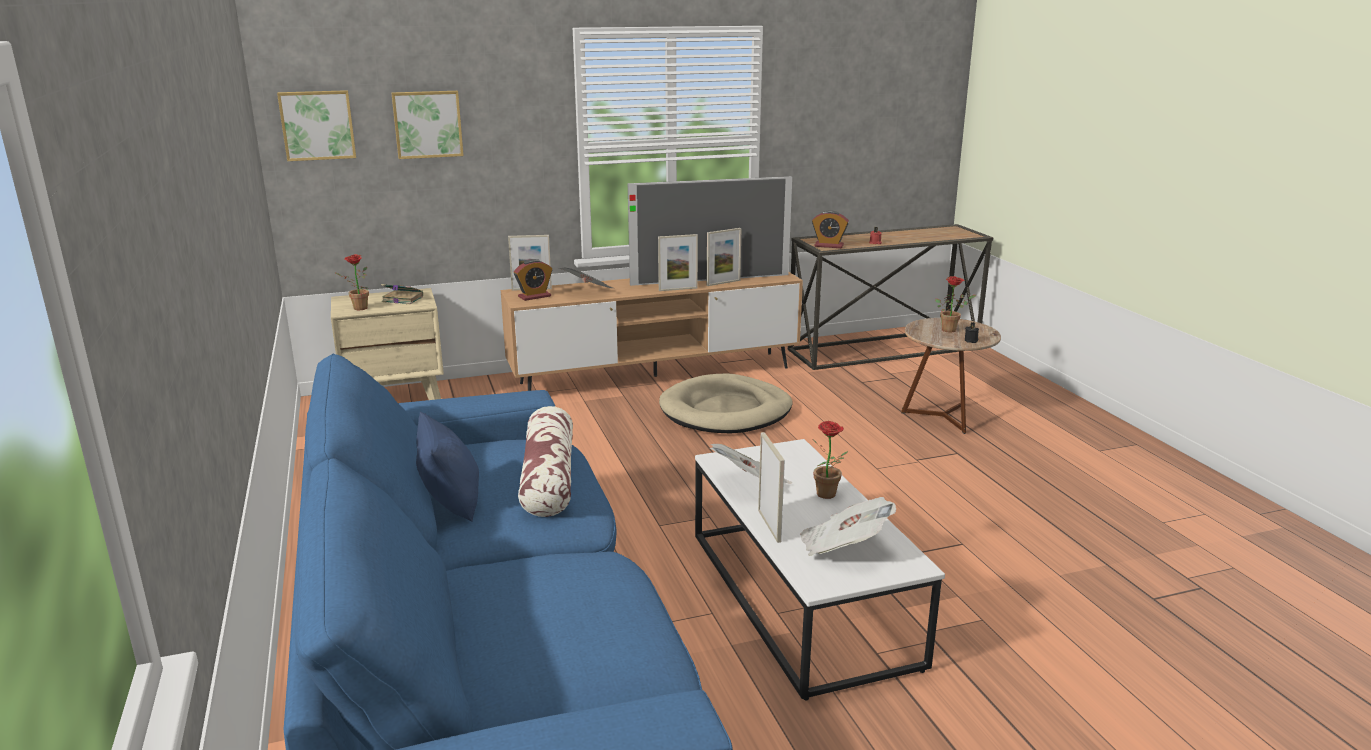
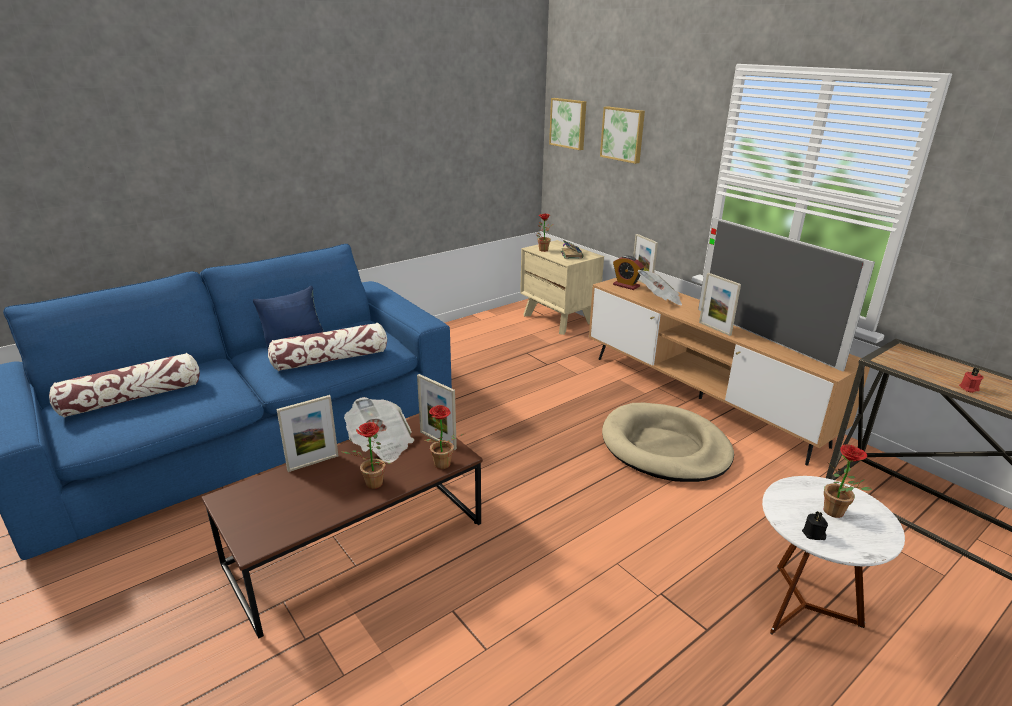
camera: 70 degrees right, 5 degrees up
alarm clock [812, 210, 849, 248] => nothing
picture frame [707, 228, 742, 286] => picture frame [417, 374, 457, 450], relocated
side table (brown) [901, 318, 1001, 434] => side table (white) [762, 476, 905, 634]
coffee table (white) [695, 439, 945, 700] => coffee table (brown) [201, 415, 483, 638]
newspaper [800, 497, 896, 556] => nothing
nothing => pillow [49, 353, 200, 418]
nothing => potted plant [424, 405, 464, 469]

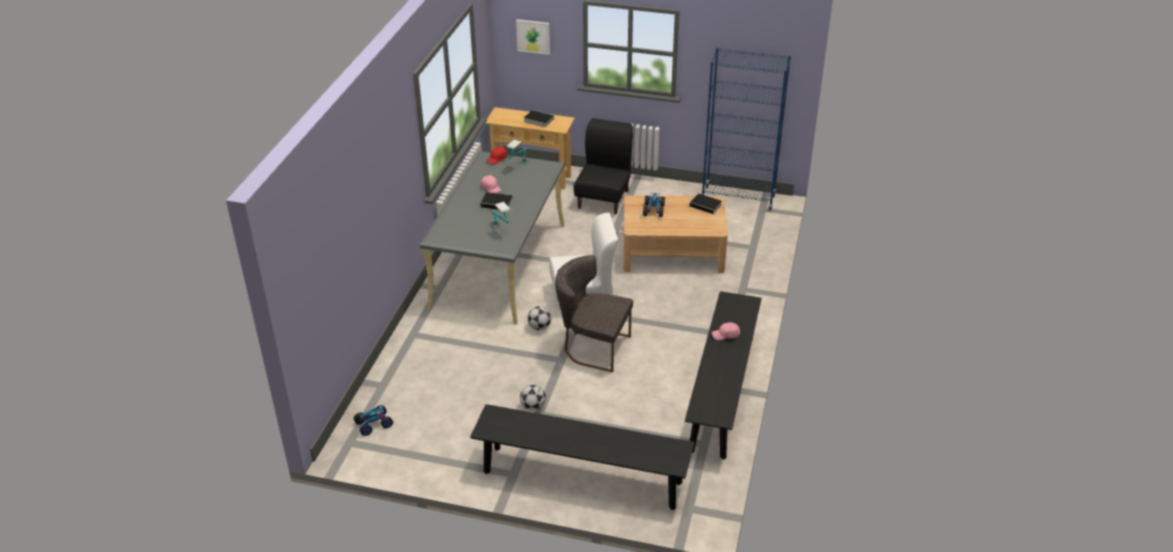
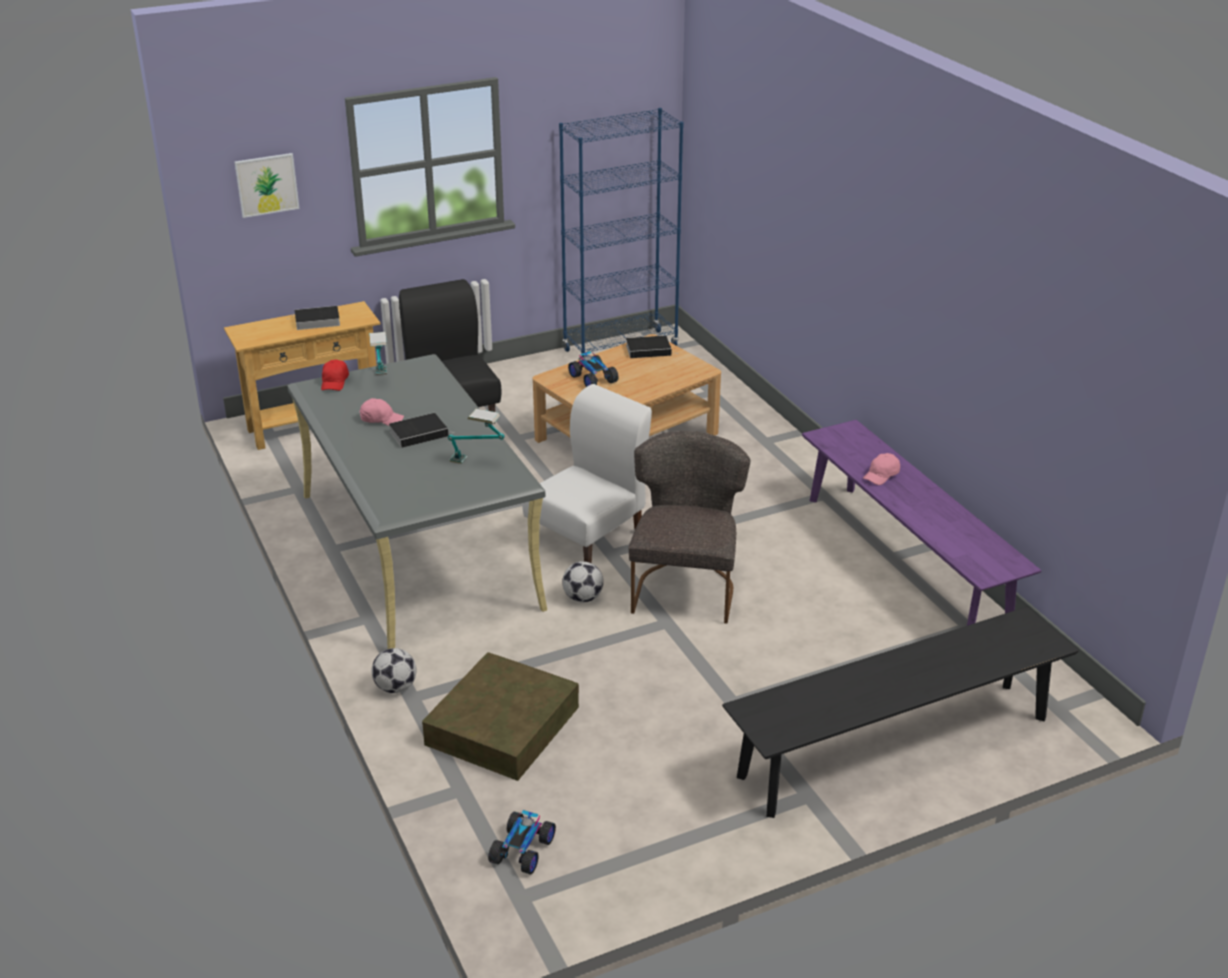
camera: 40 degrees left, 5 degrees down
chair (grey) [555, 255, 633, 372] => chair (grey) [629, 431, 750, 624], 120 degrees clockwise
bench (black) [685, 291, 762, 460] => bench (purple) [802, 420, 1042, 626]
football [520, 385, 546, 411] => football [371, 648, 417, 693], relocated
nothing => storage box (brown) [422, 652, 579, 781]

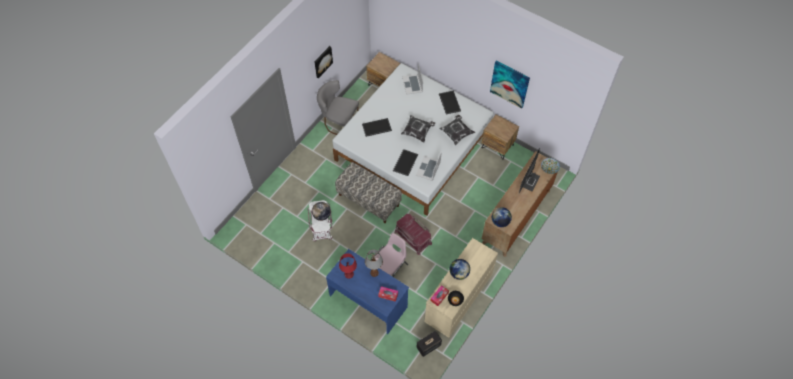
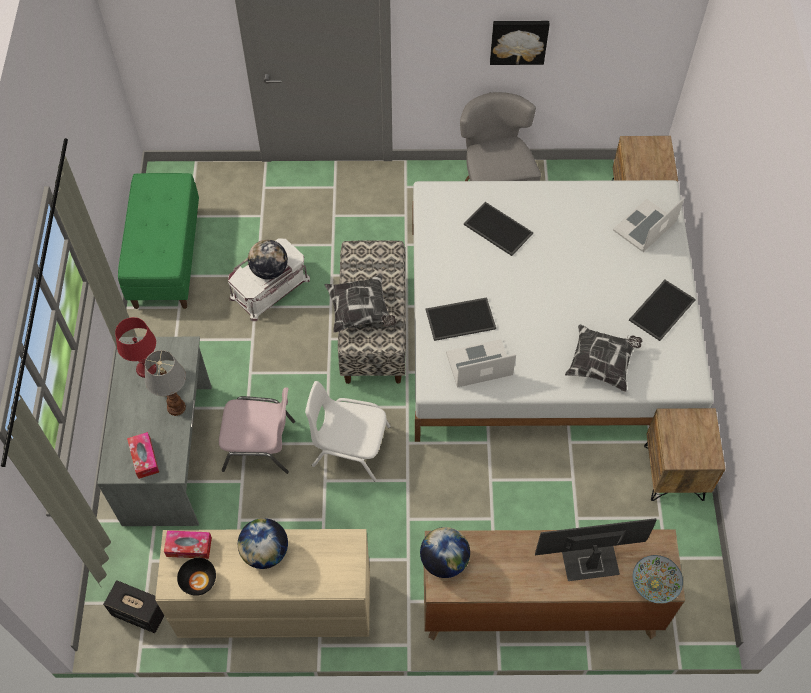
camera: 55 degrees right, 0 degrees up
picture [490, 61, 530, 109] => nothing
pillow [401, 115, 435, 143] => pillow [325, 274, 396, 333], relocated
storage box (red) [395, 214, 432, 255] => chair (white) [305, 381, 391, 482]
desk (blue) [326, 249, 409, 334] => desk (grey) [97, 337, 212, 526]
nothing => bench (green) [118, 173, 199, 309]

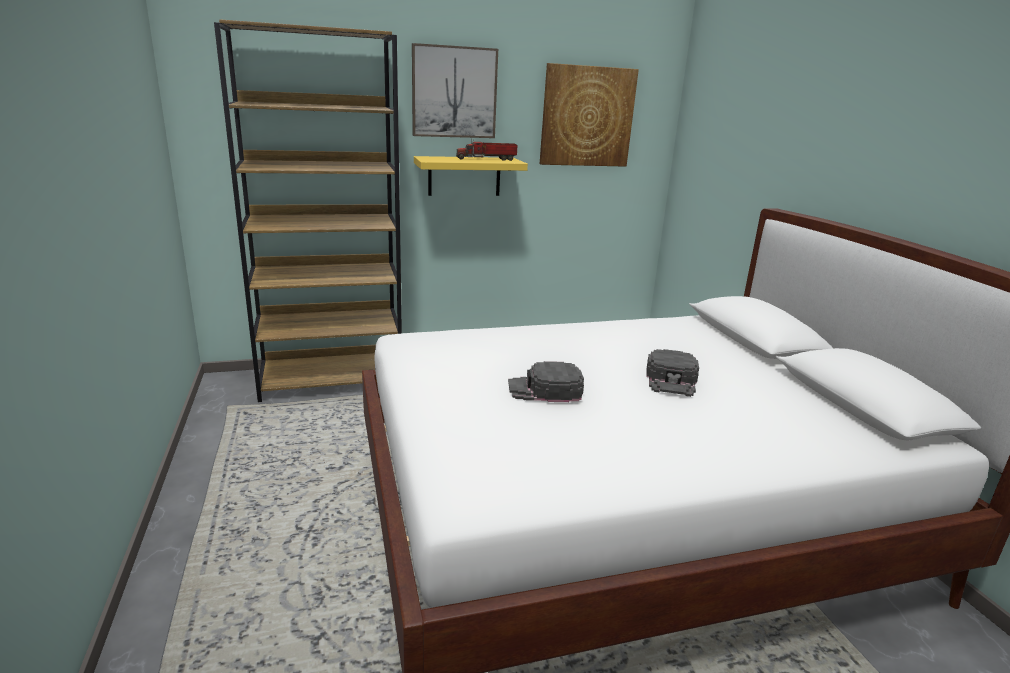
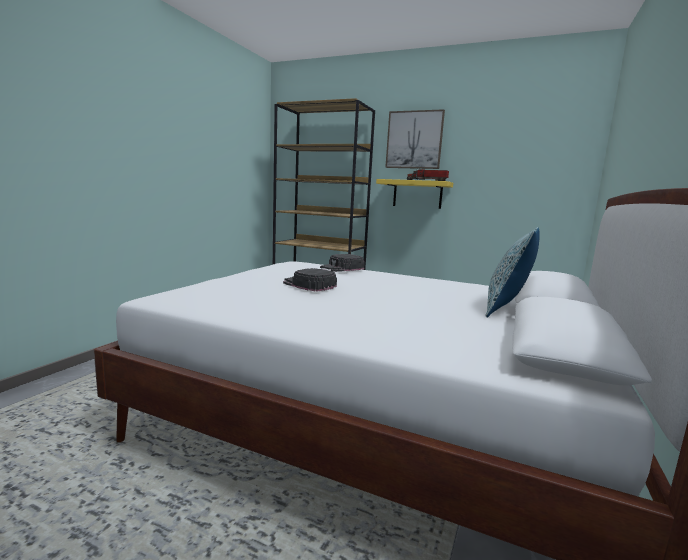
camera: 40 degrees right, 10 degrees down
picture [540, 63, 639, 167] => nothing
cap (black) [646, 349, 699, 397] => cap (black) [320, 254, 365, 272], relocated
nothing => pillow [485, 227, 540, 318]

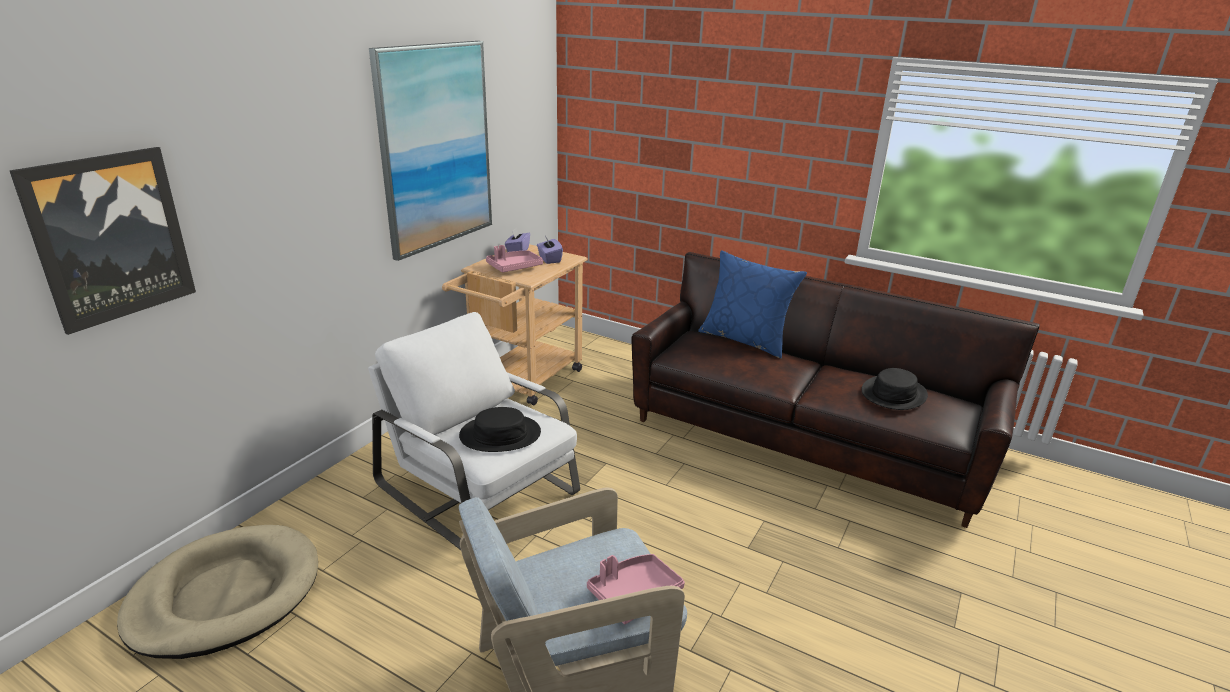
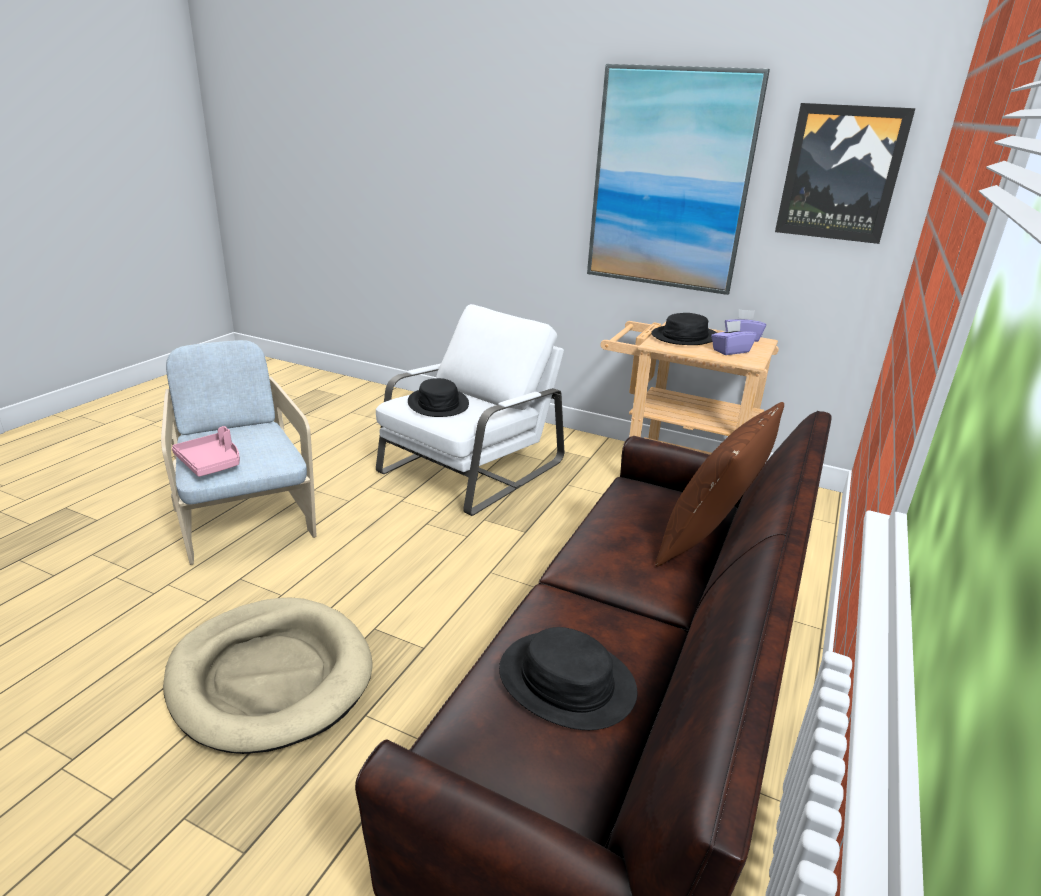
camera: 85 degrees right, 0 degrees up
picture [10, 147, 196, 335] => picture [775, 103, 916, 244], relocated
tray (pink) [486, 245, 543, 272] => hat (black) [651, 313, 717, 345]
pillow (blue) [698, 250, 807, 359] => pillow (brown) [655, 402, 784, 566]
dog bed (beige) [117, 525, 318, 659] => dog bed (beige) [163, 597, 373, 754], relocated

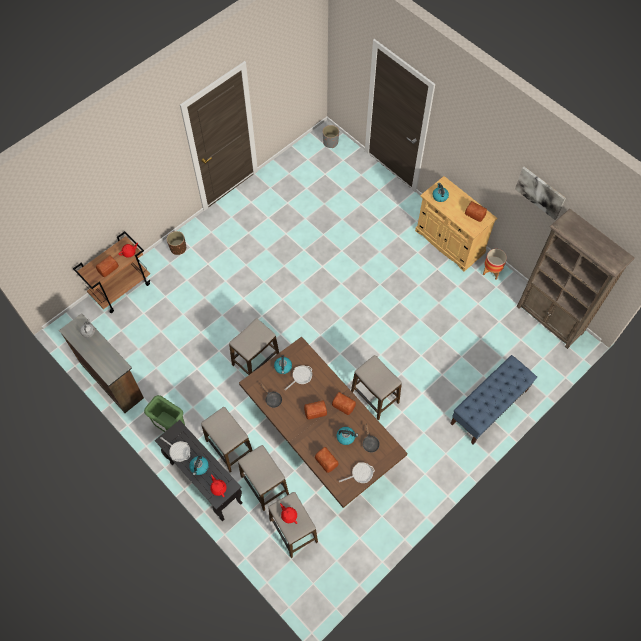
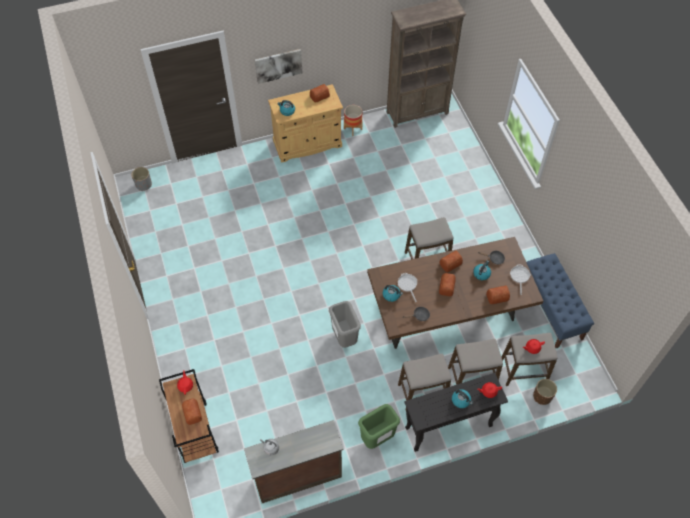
camera: 65 degrees left, 5 degrees down
picture [515, 167, 566, 220] => picture [255, 49, 303, 84], relocated
planter (brown) [167, 231, 186, 255] => planter (brown) [533, 379, 557, 405], relocated
stool [229, 318, 279, 375] => trash can (grey) [329, 301, 361, 348]
bench (blue) [450, 355, 537, 445] => bench (blue) [526, 253, 594, 348], relocated
frying pan [161, 437, 190, 462] => nothing

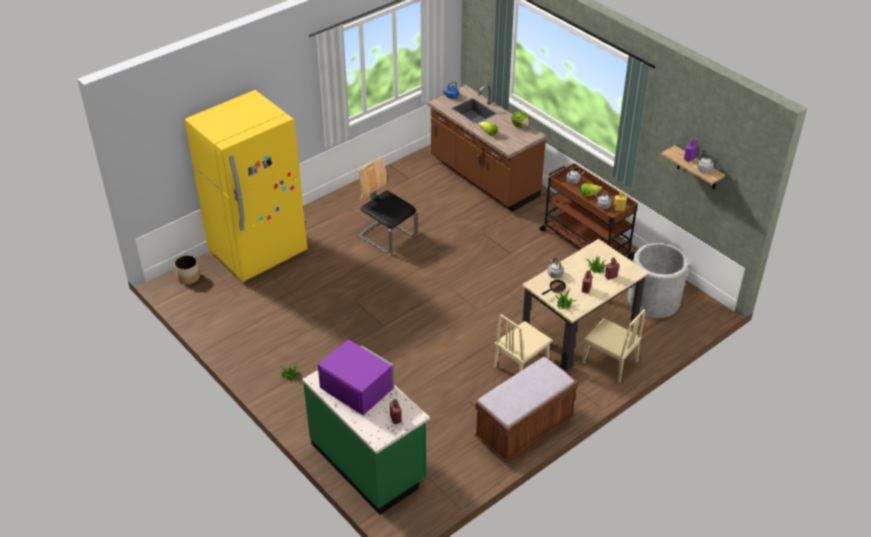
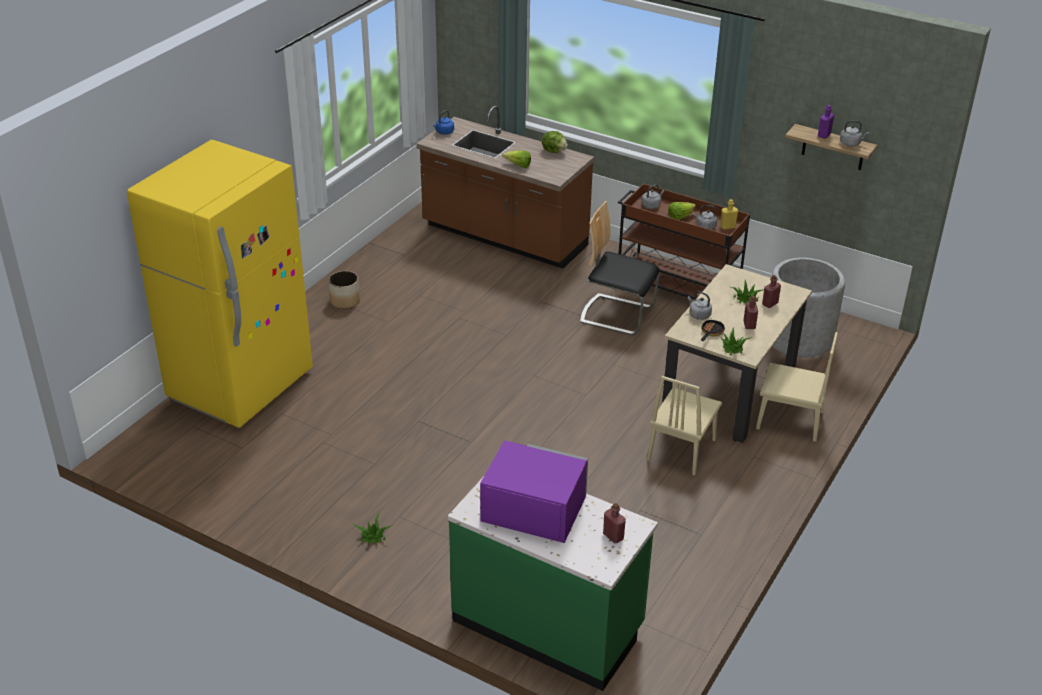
camera: 20 degrees left, 5 degrees down
chair [358, 156, 417, 254] => chair [580, 201, 660, 335], relocated
planter [174, 255, 200, 284] => planter [328, 271, 360, 309], relocated
bench (brown) [474, 357, 578, 463] => nothing

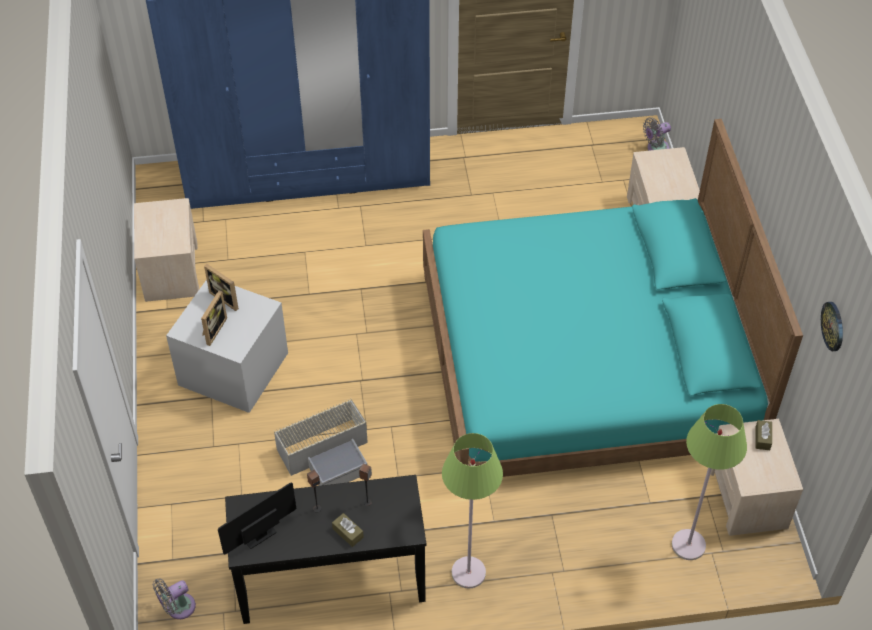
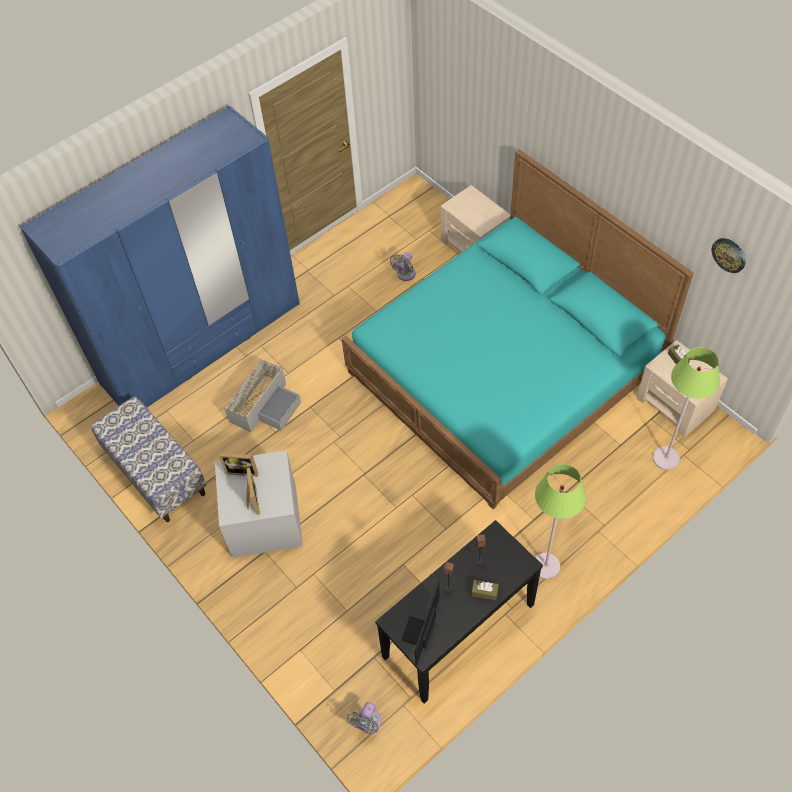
camera: 30 degrees left, 5 degrees up
fan (grey) [643, 117, 671, 151] => fan (grey) [390, 252, 416, 281], relocated
nightstand (beige) [134, 198, 199, 302] => bench [91, 396, 207, 522]
storage box (grey) [274, 399, 368, 486] => storage box (grey) [224, 359, 301, 432], relocated

